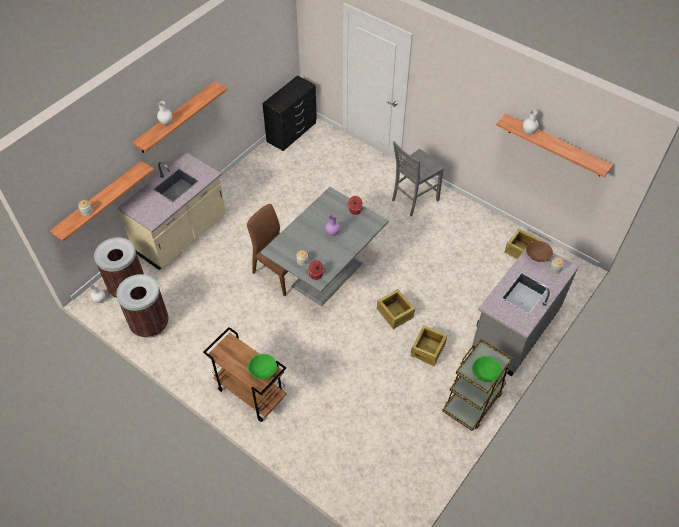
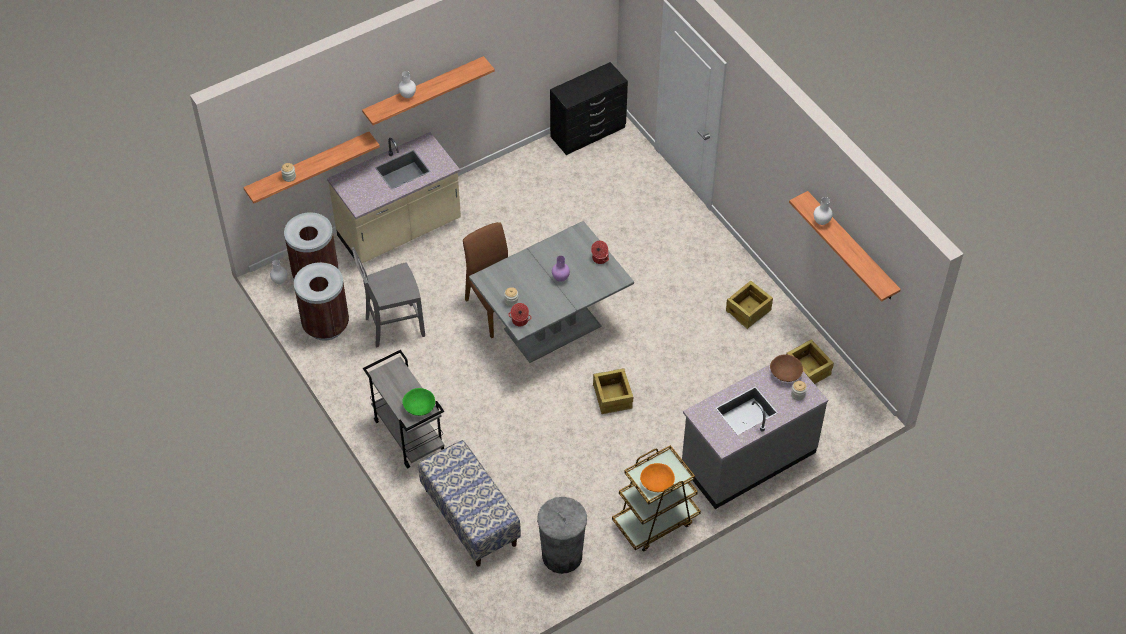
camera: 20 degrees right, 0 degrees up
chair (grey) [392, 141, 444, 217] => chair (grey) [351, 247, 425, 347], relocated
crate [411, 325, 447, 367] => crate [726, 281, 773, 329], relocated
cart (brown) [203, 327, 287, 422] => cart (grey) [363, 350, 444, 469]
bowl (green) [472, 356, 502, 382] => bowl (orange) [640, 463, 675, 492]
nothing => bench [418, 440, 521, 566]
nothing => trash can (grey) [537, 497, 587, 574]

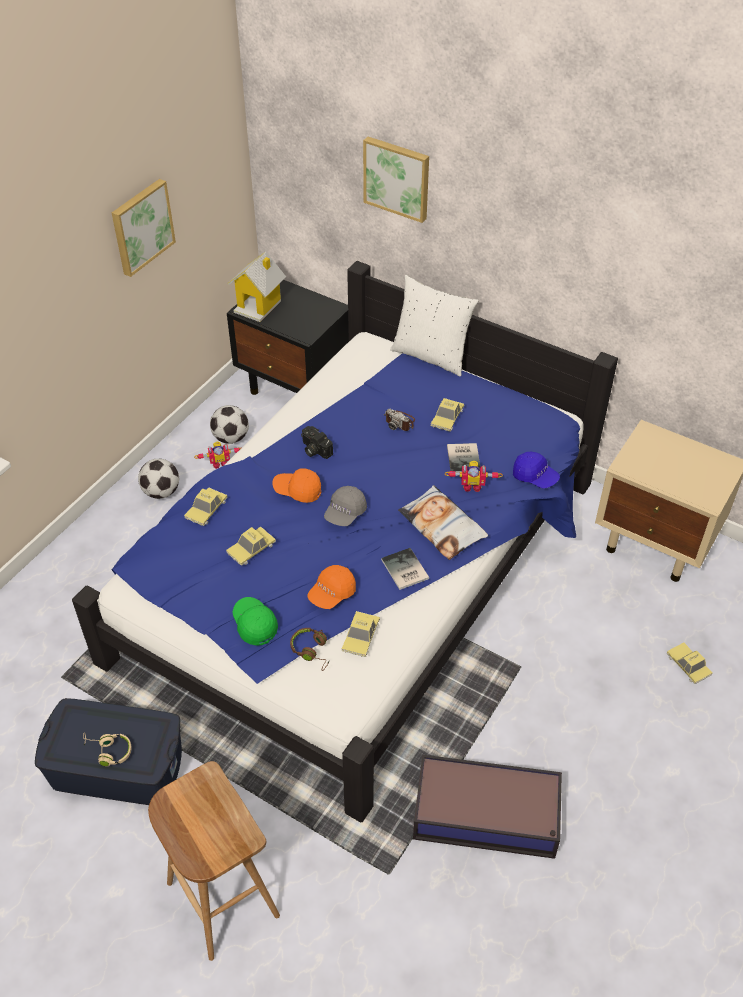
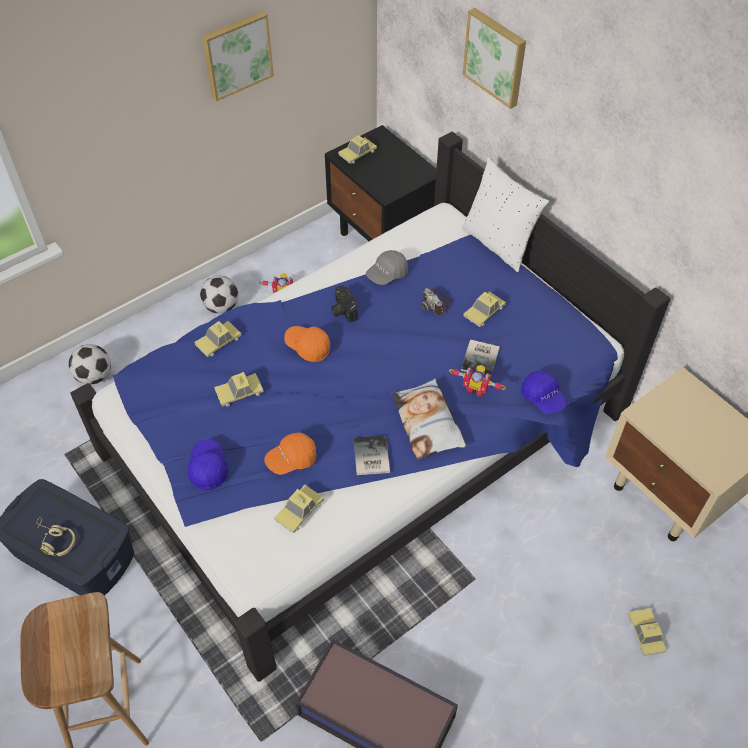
camera: 20 degrees right, 5 degrees up
toy house [228, 252, 286, 322] => toy car [338, 135, 377, 164]
football [210, 405, 249, 444] => football [69, 344, 111, 385], relocated
cap (grey) [324, 486, 367, 526] => cap (grey) [366, 250, 408, 285], relocated
cap (green) [233, 597, 278, 646] => cap (blue) [188, 439, 228, 490]
headphones (brown) [290, 628, 330, 671] => nothing

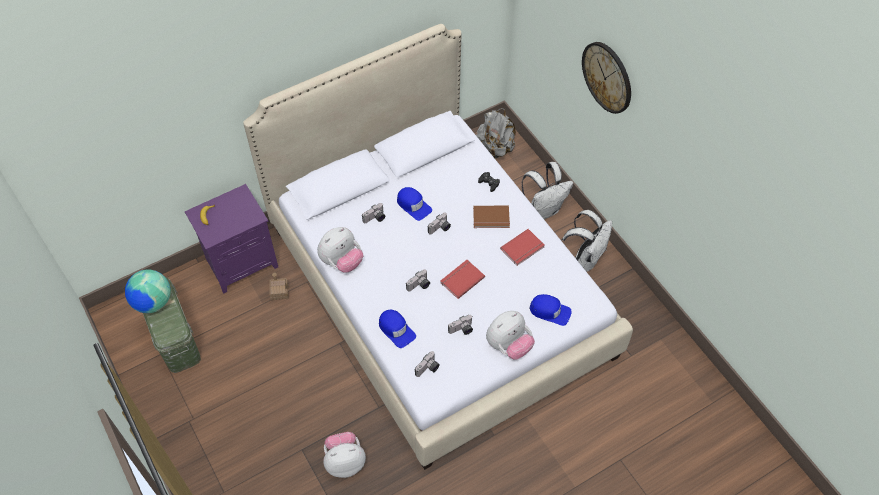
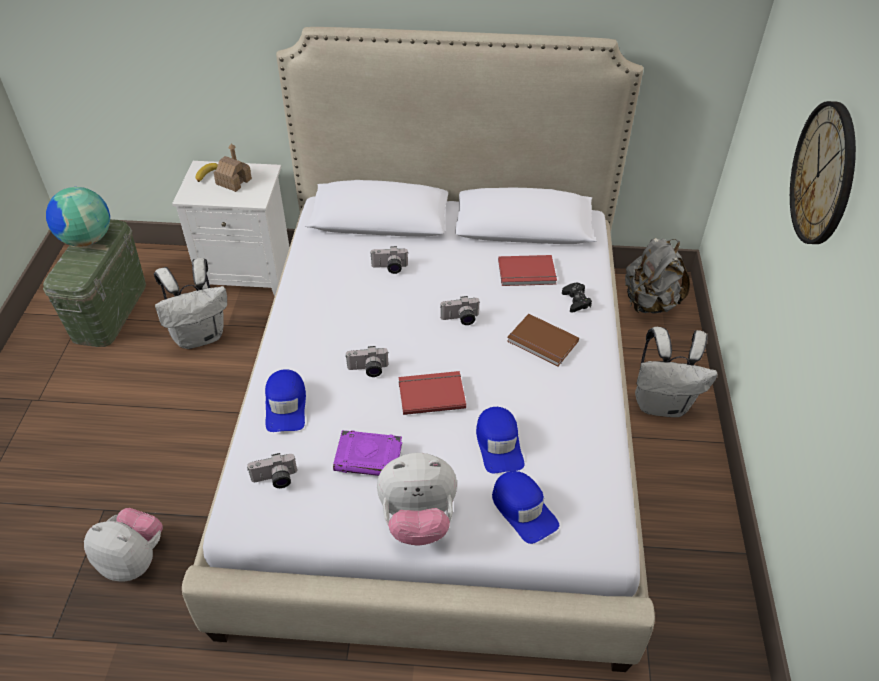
camera: 35 degrees right, 10 degrees down
nightstand (purple) [185, 184, 278, 294] => nightstand (white) [172, 161, 290, 296]
cap (blue) [397, 187, 432, 221] => cap (blue) [476, 407, 525, 473], relocated
backpack (white) [561, 210, 612, 272] => backpack (white) [154, 258, 227, 349], relocated
plush toy [317, 227, 363, 273] => nothing
book (red) [500, 229, 544, 266] => book (red) [498, 255, 557, 286], relocated
toy house [269, 272, 289, 300] => toy house [214, 144, 252, 192], relocated
photo camera [448, 315, 473, 335] => book (purple) [333, 430, 402, 476]

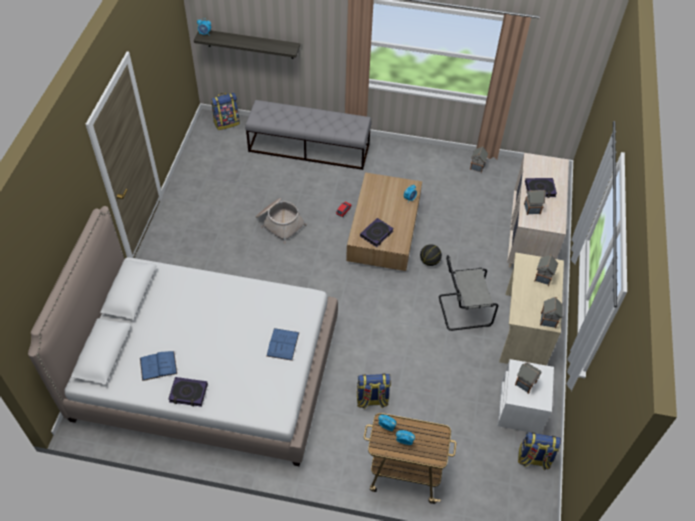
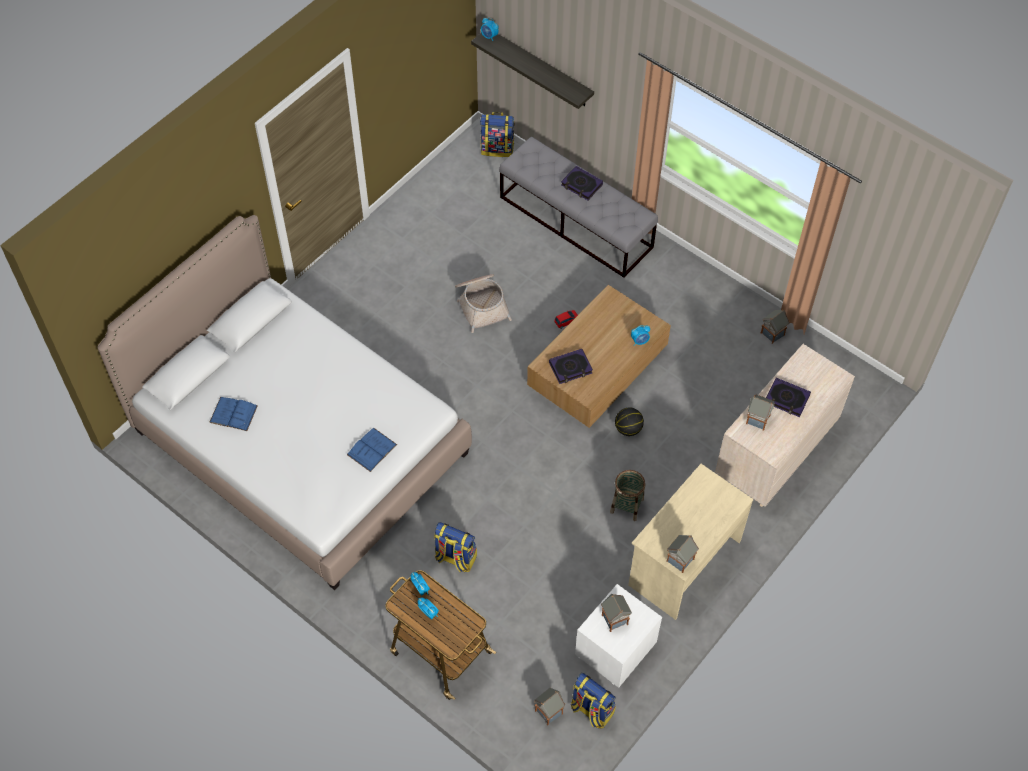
camera: 30 degrees right, 5 degrees up
chair (grey) [439, 255, 498, 331] => basket [610, 470, 646, 521]
toy house [534, 255, 558, 286] => toy house [534, 688, 565, 726], relocated
book [168, 377, 208, 407] => book [561, 166, 603, 200], relocated

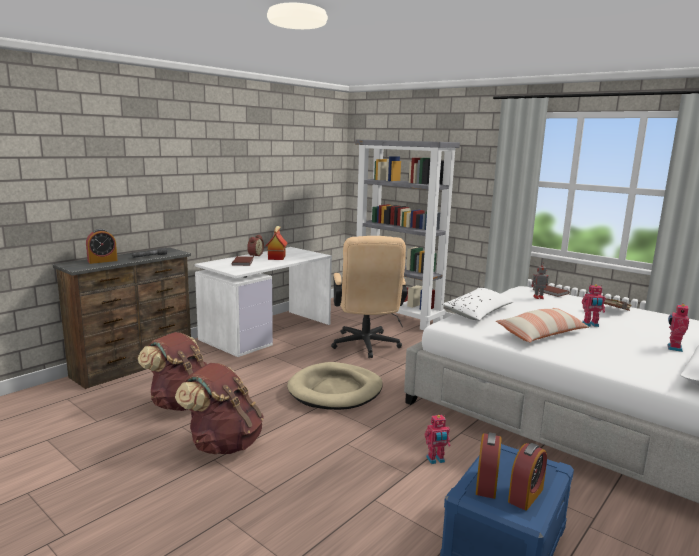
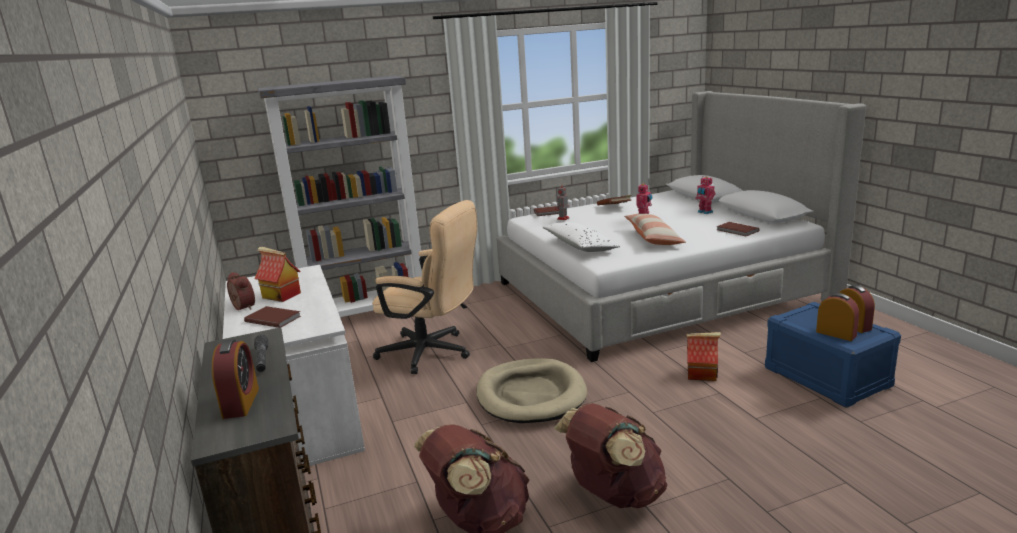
camera: 60 degrees left, 5 degrees up
toy robot [424, 415, 450, 464] => toy house [686, 332, 721, 381]
nothing => book (brown) [717, 222, 759, 236]

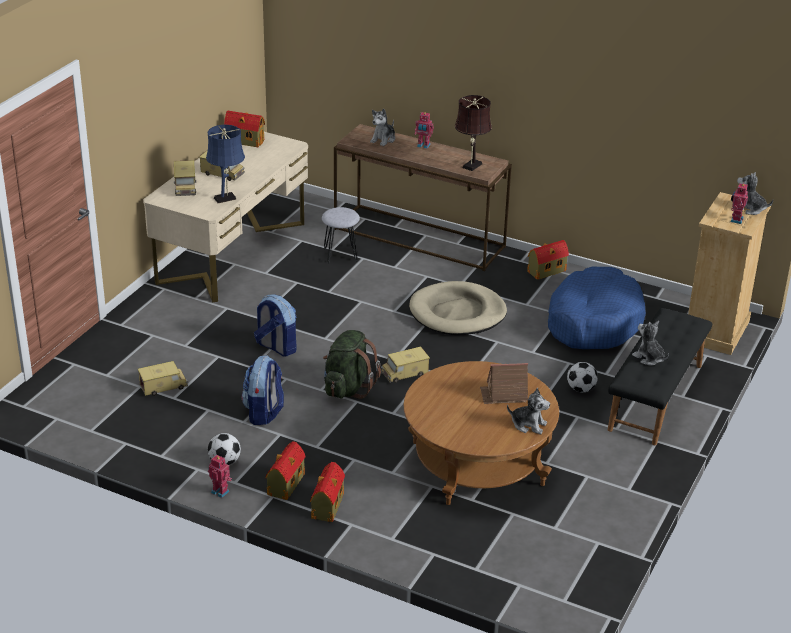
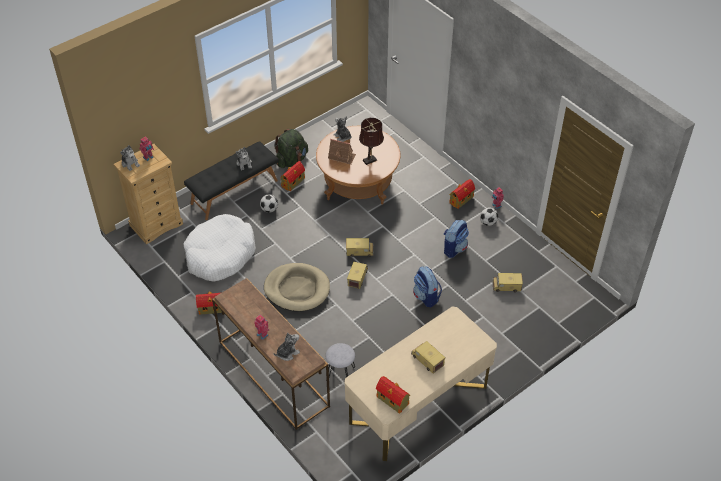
camera: 155 degrees left, 15 degrees up
table lamp (brown) [455, 95, 492, 171] => table lamp (brown) [359, 118, 384, 165], relocated
table lamp (blue) [206, 125, 245, 203] => nothing
toy truck [174, 160, 196, 196] => toy truck [347, 262, 368, 289], relocated
dog bed (blue) [548, 266, 646, 349] => dog bed (white) [183, 214, 256, 281]
backpack (green) [323, 330, 381, 399] => backpack (green) [274, 129, 308, 168], relocated
toy house [310, 462, 345, 522] => toy house [280, 161, 305, 191], relocated

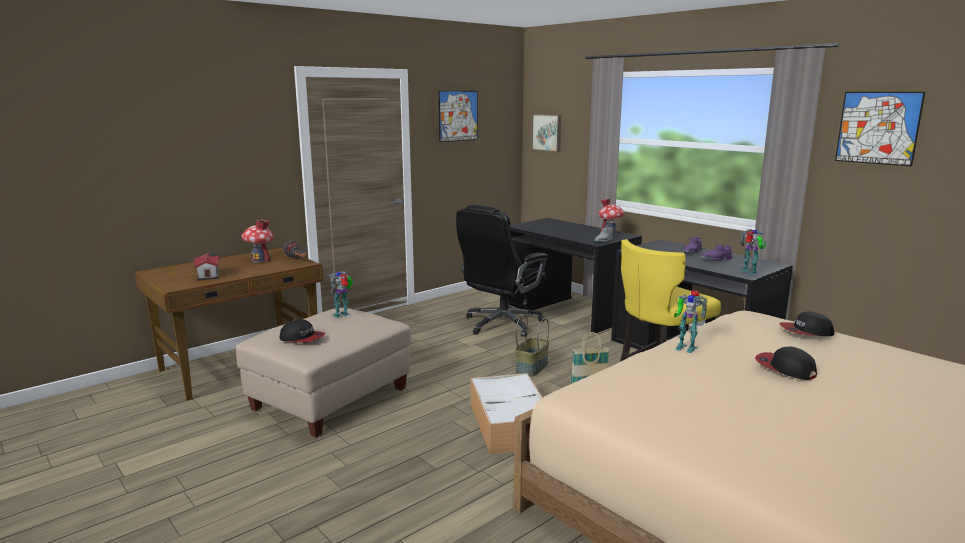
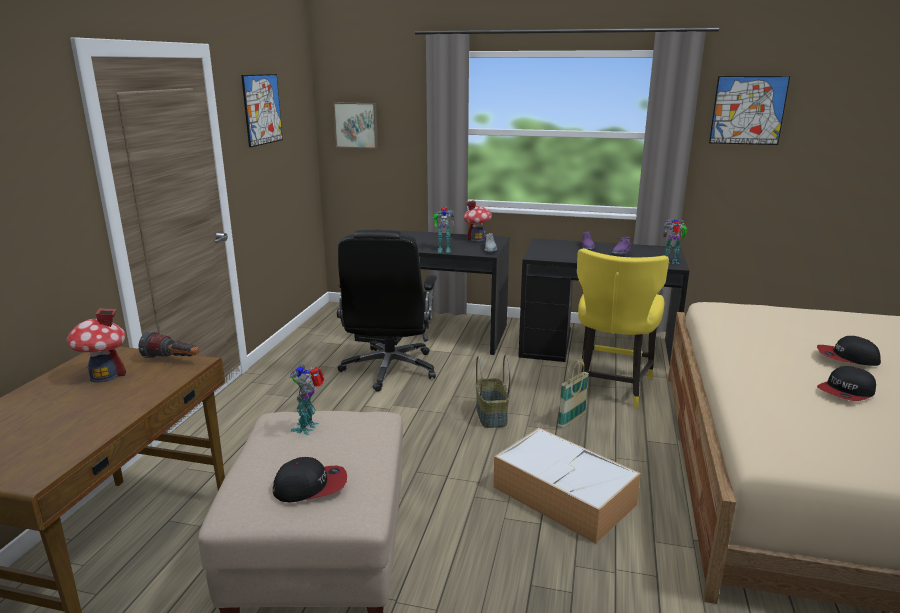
camera: 35 degrees left, 5 degrees up
toy house [194, 251, 220, 280] => nothing
toy robot [674, 290, 707, 353] => toy robot [433, 207, 455, 253], relocated
cap [779, 311, 834, 336] => cap [817, 366, 876, 401], relocated

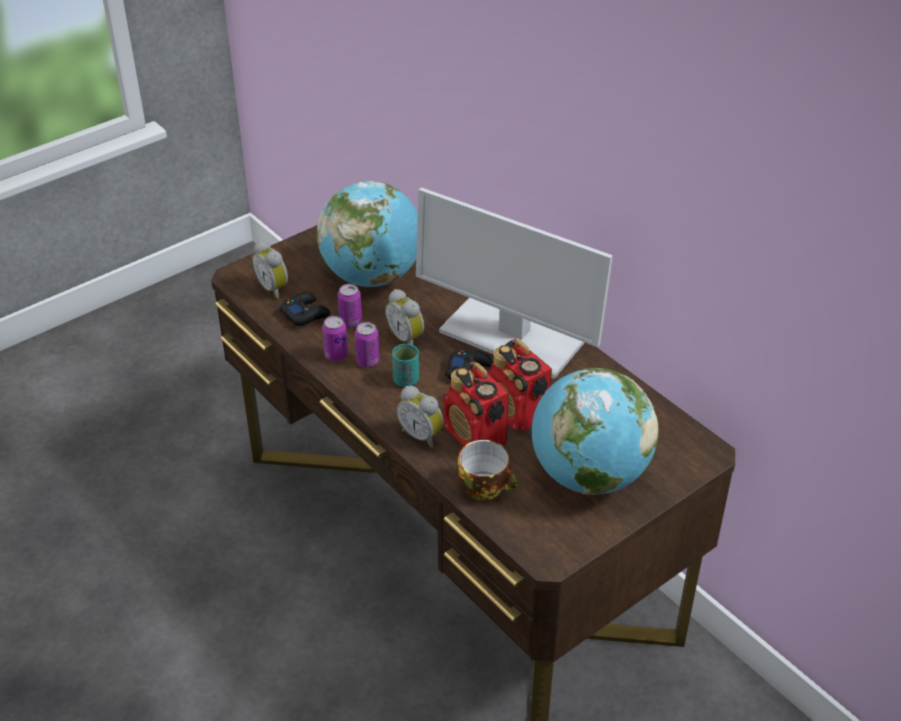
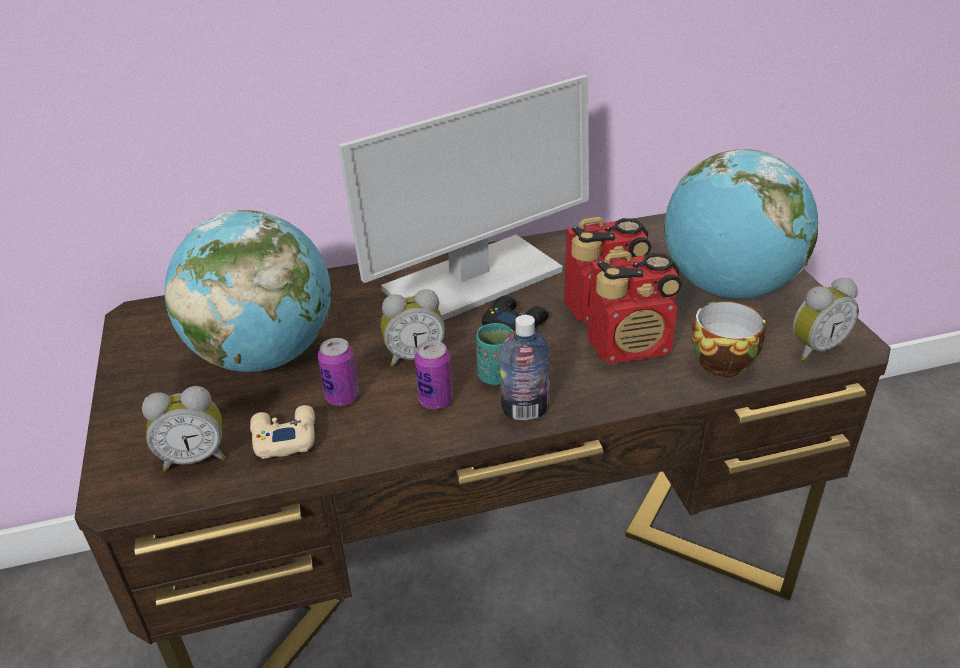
camera: 65 degrees left, 5 degrees down
game controller (black) [280, 292, 330, 326] => game controller (beige) [250, 405, 315, 459]
can [322, 316, 348, 361] => nothing
alarm clock [396, 386, 443, 448] => alarm clock [793, 278, 859, 361], relocated
nothing => bottle [500, 315, 551, 420]

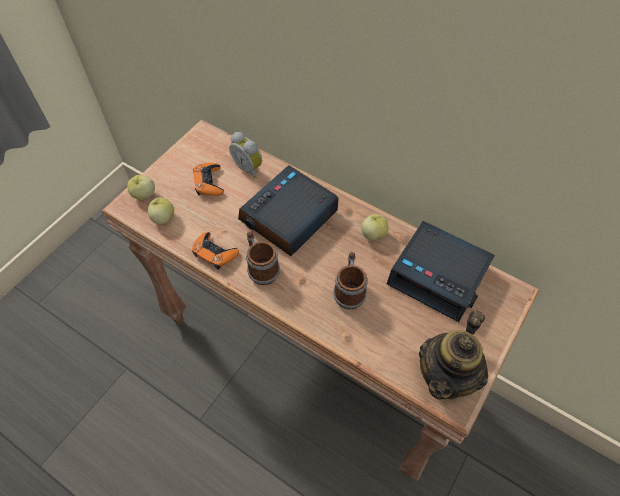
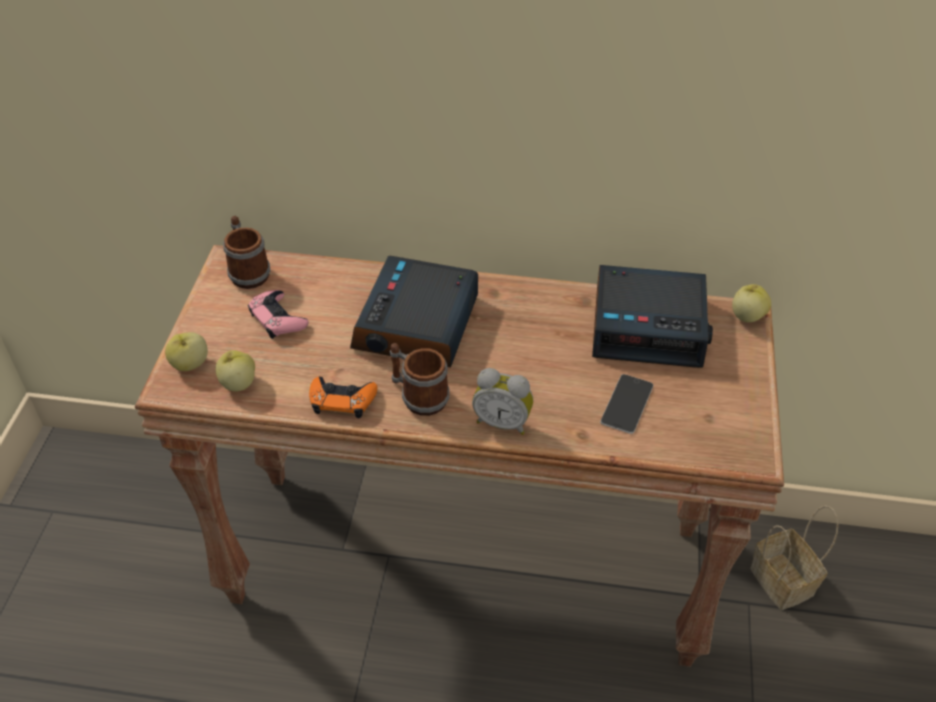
camera: 25 degrees left, 10 degrees down
alarm clock [229, 132, 262, 178] => alarm clock [472, 368, 533, 435], relocated
game controller (orange) [193, 163, 224, 196] => game controller (pink) [248, 290, 309, 339]
apple [361, 214, 389, 240] => apple [732, 284, 771, 323], relocated
mug [333, 252, 368, 310] => mug [223, 216, 270, 289], relocated
teapot [419, 310, 488, 400] => nothing
nothing => phone [600, 374, 653, 434]
nothing => basket [750, 505, 838, 610]

